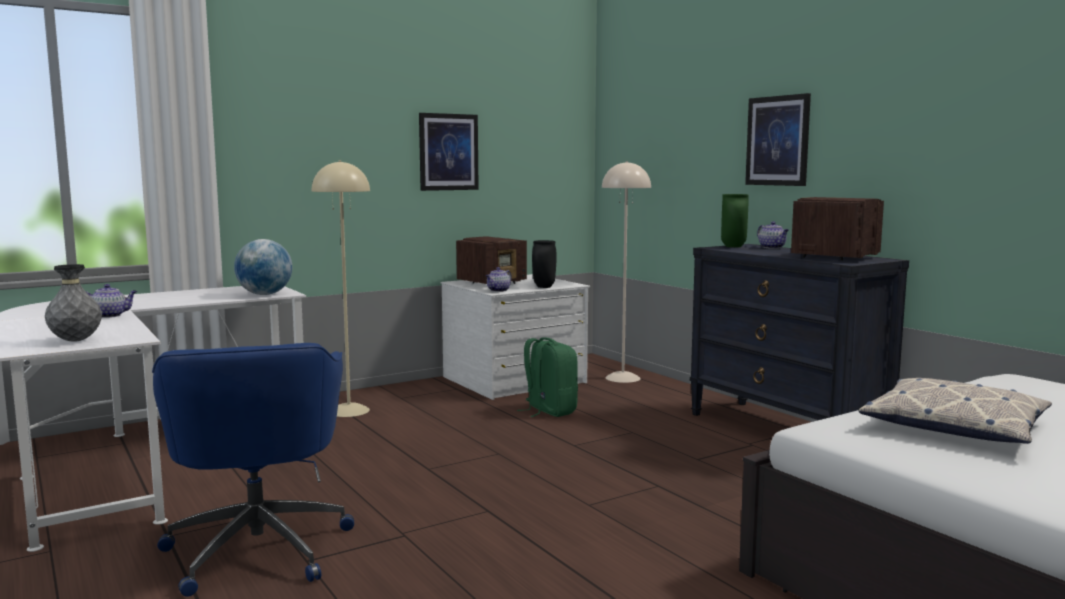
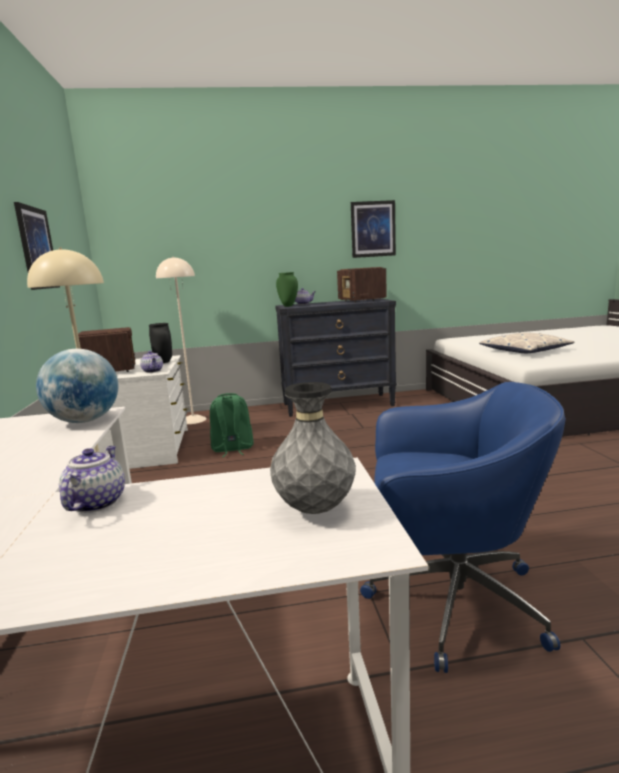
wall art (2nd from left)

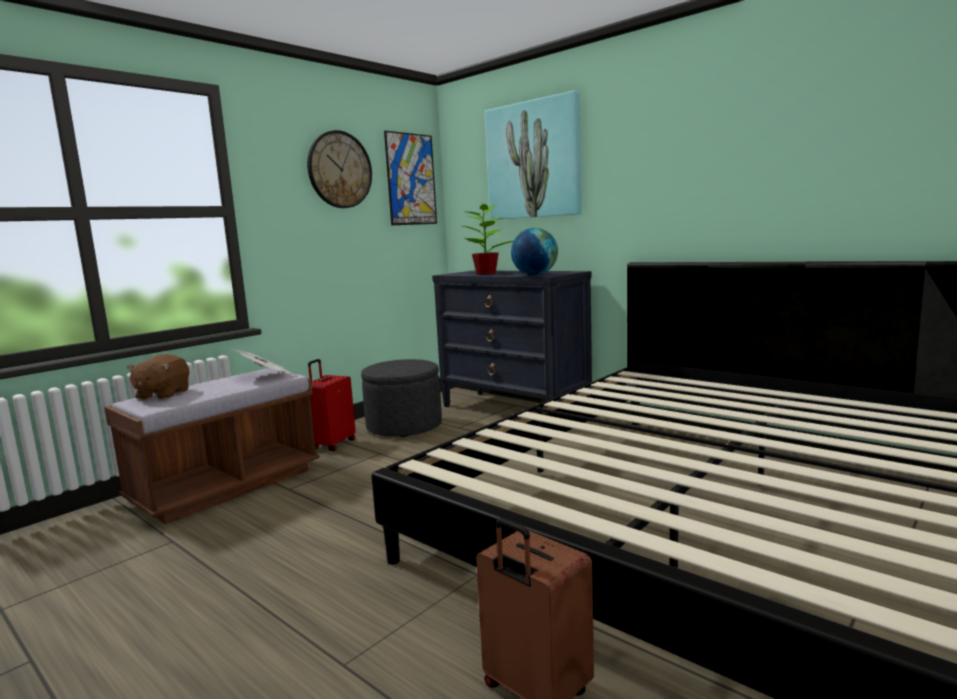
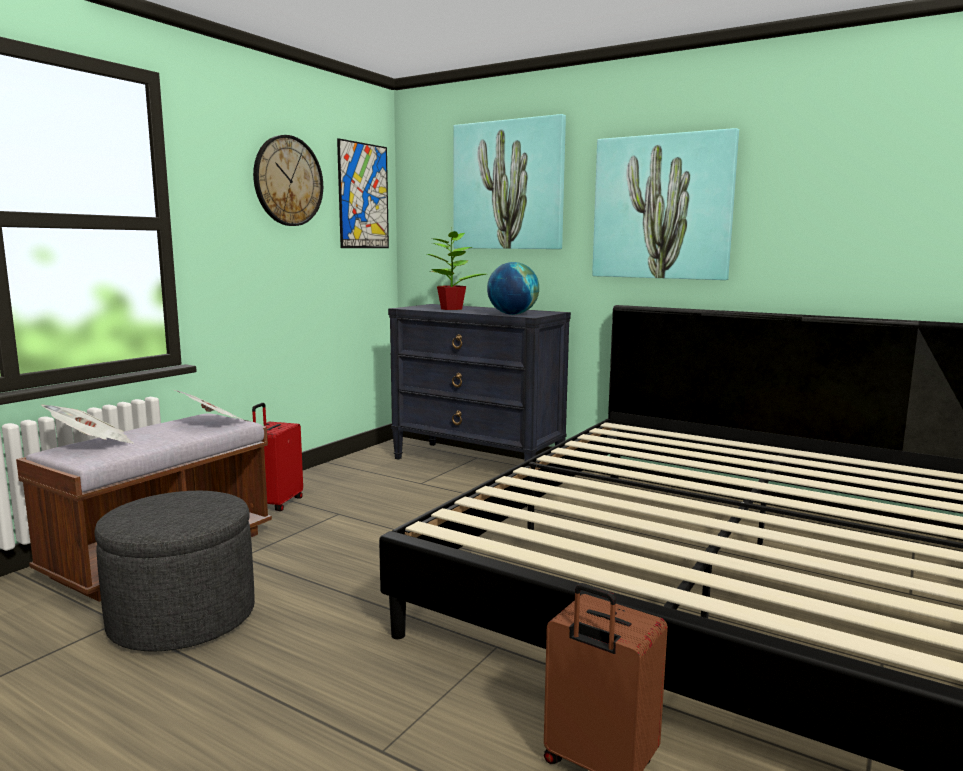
wall art (3rd from left); greyish ottoman; daily paper (1st from left)

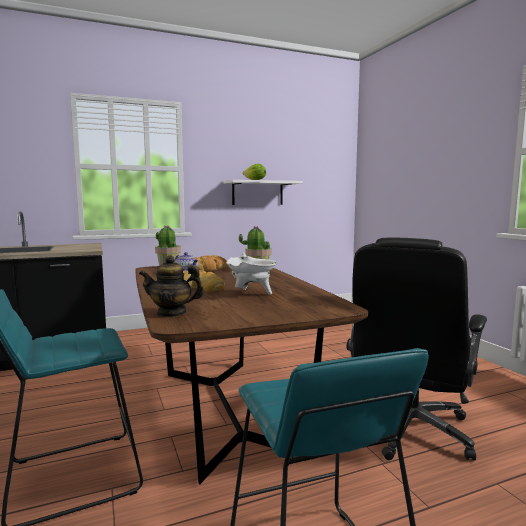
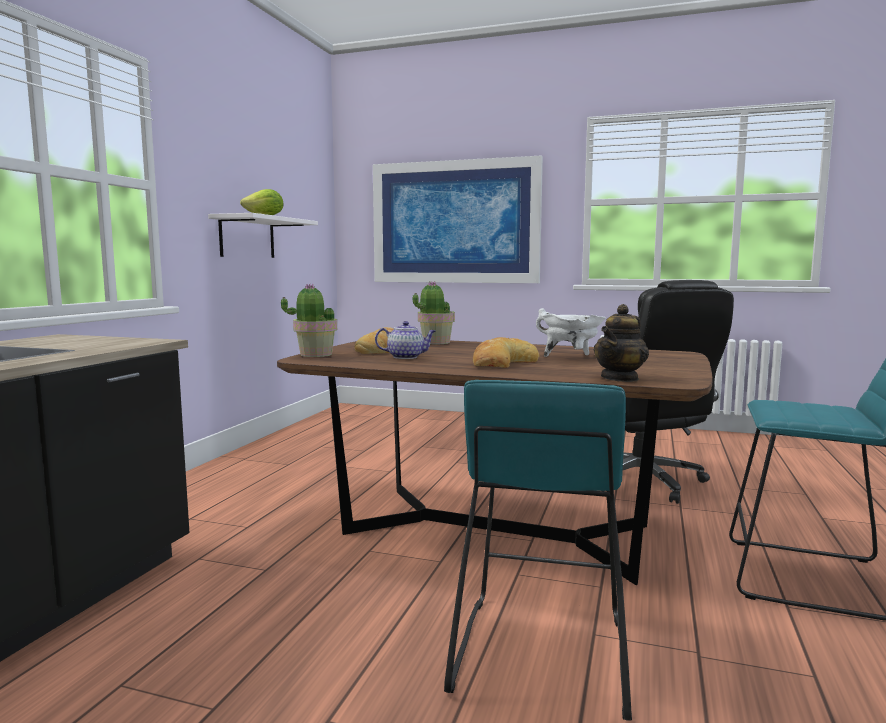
wall art

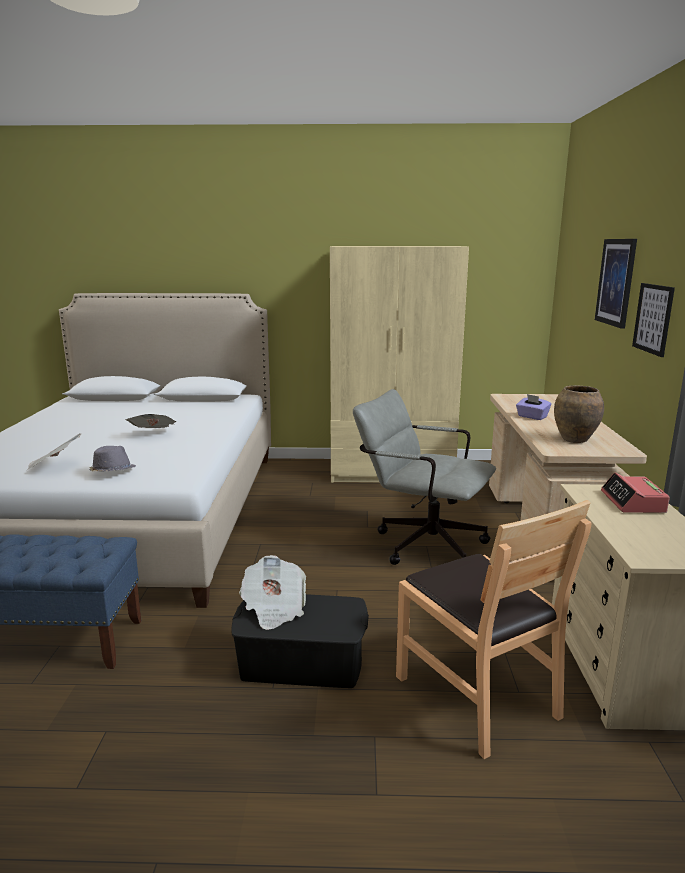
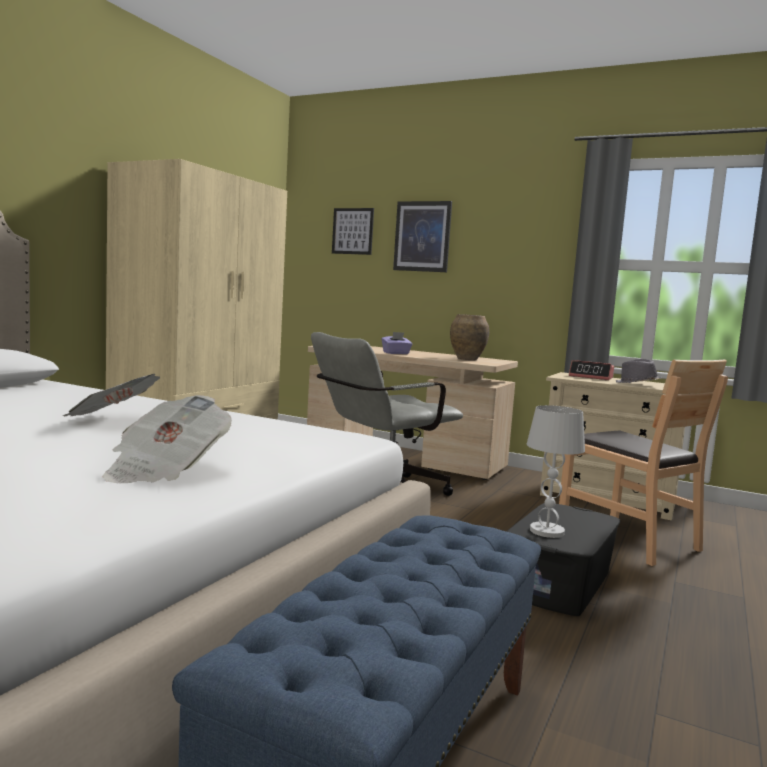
greyish clothing hat; wall art (1st from left); white lamp for a table; brown chair

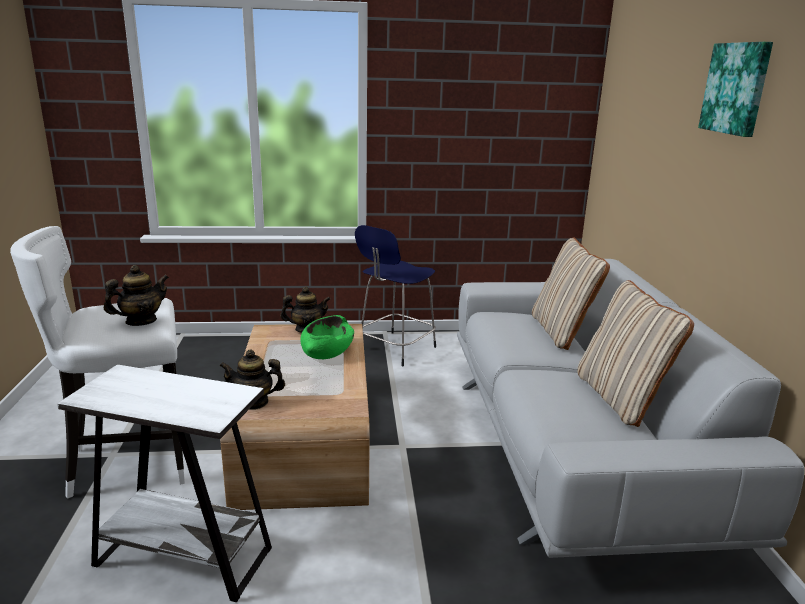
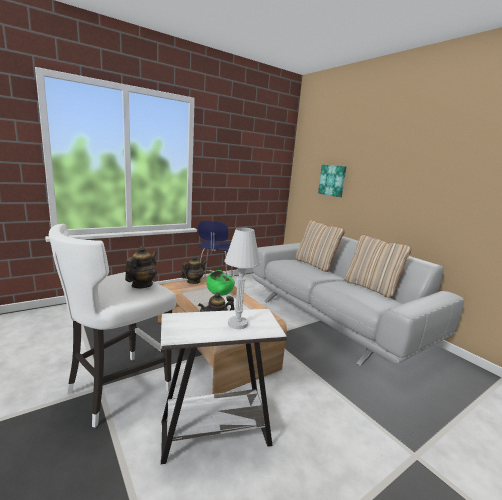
white lamp for a table; wall art

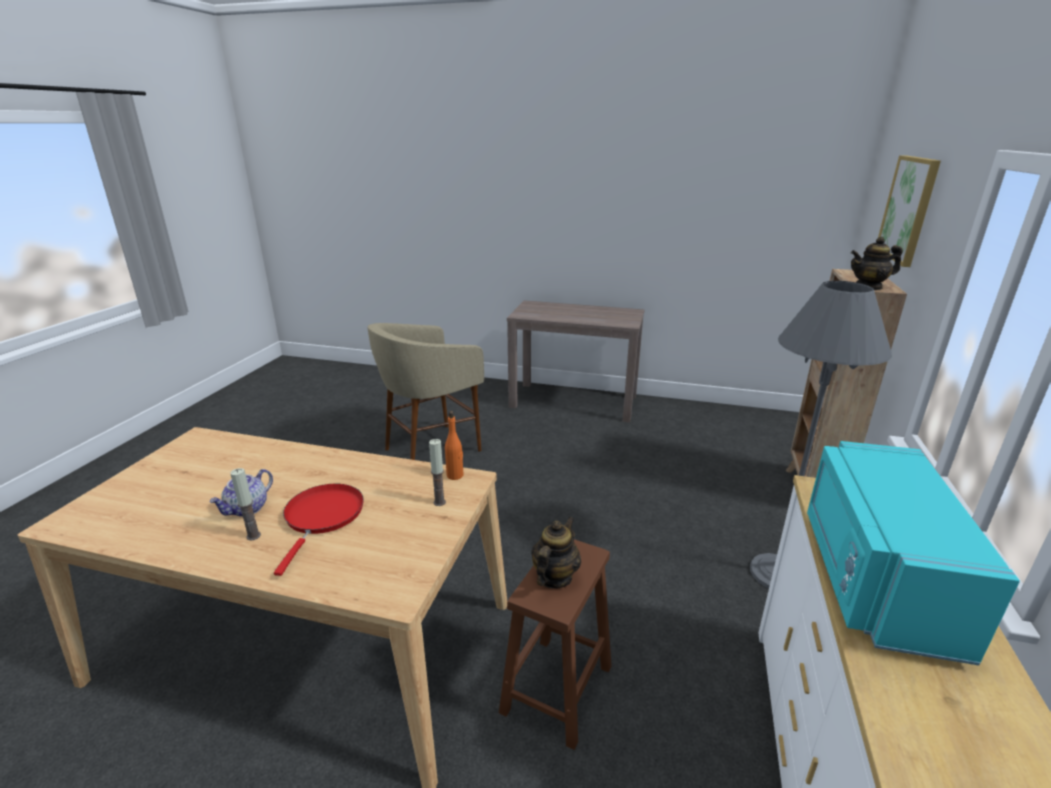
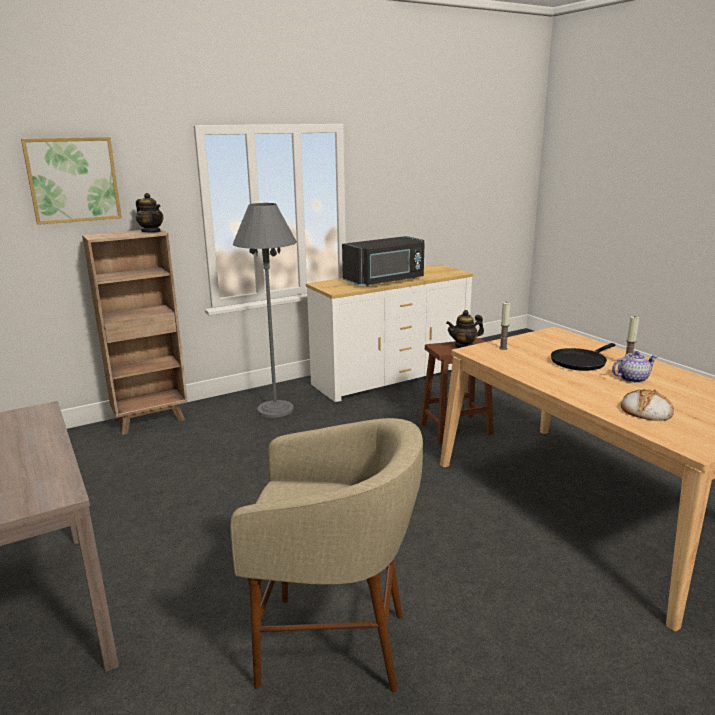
orangey bottle; bakery bread; black-coloured pan; black-coloured microwave

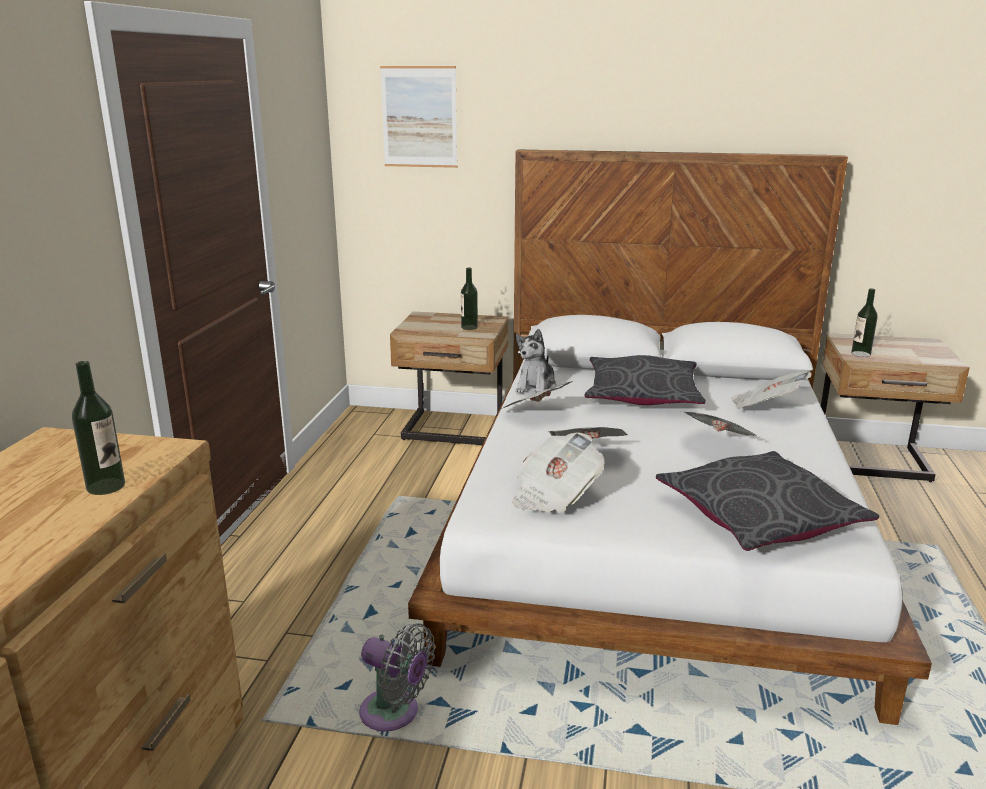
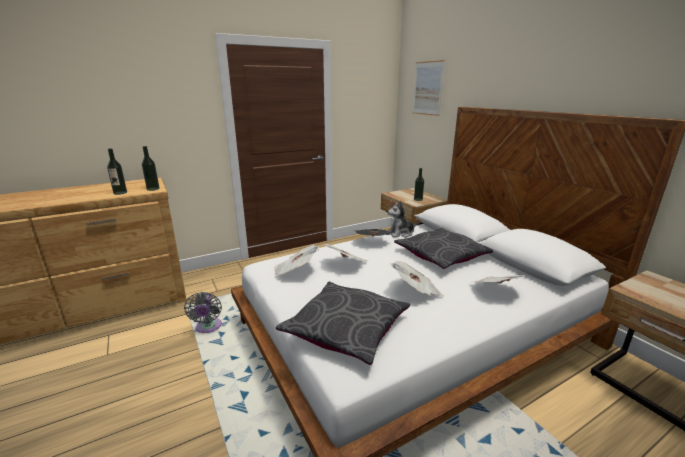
bottle (2nd from left)

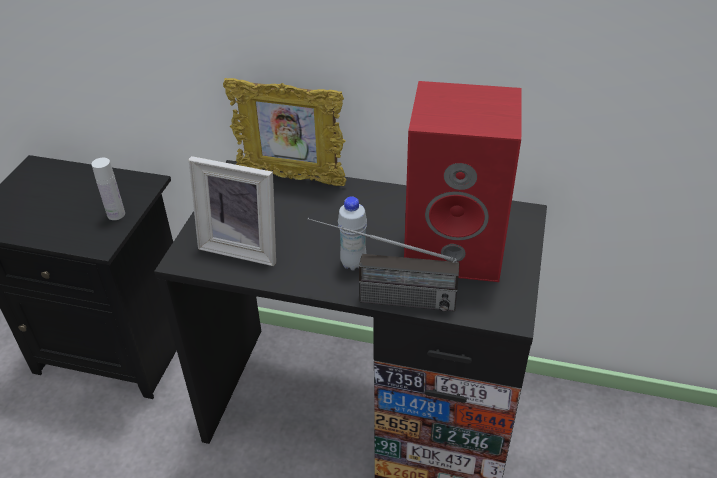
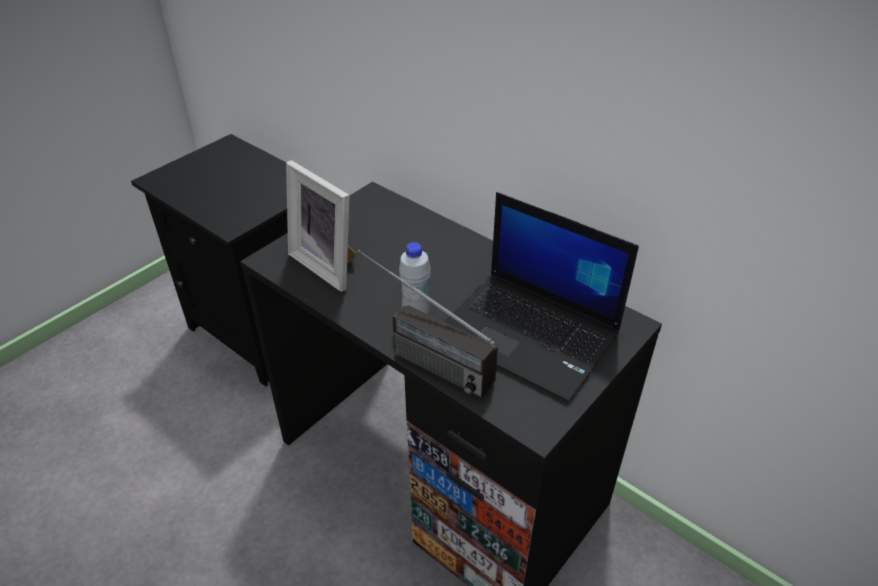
white bottle (1st from left in the first image); standing frame (2nd from left in the first image); notebook computer

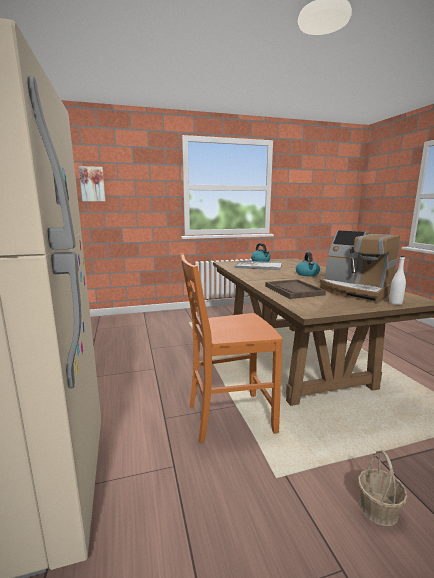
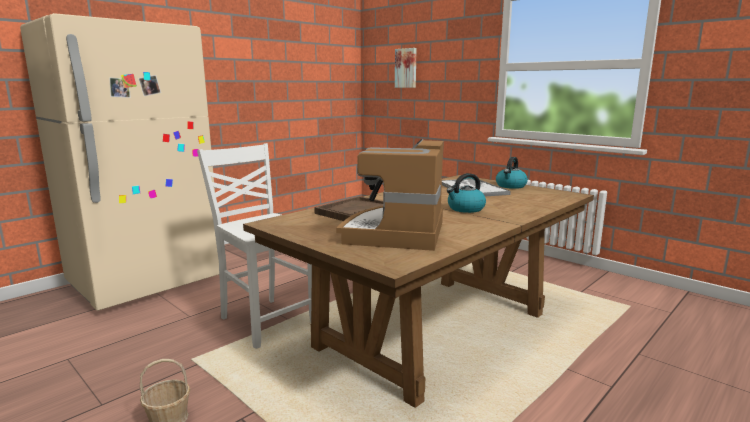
white bottle; white chair

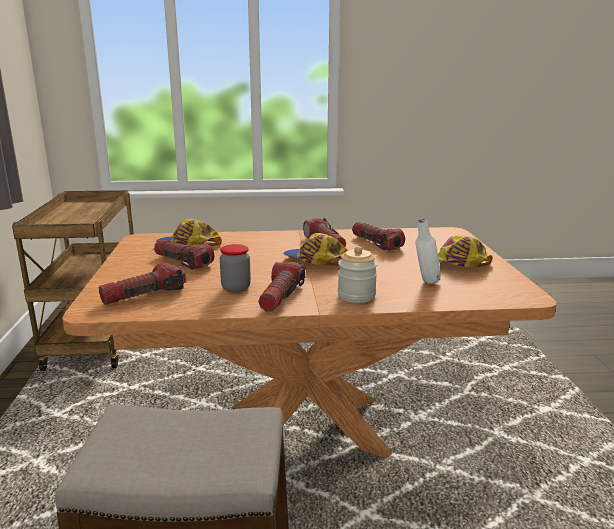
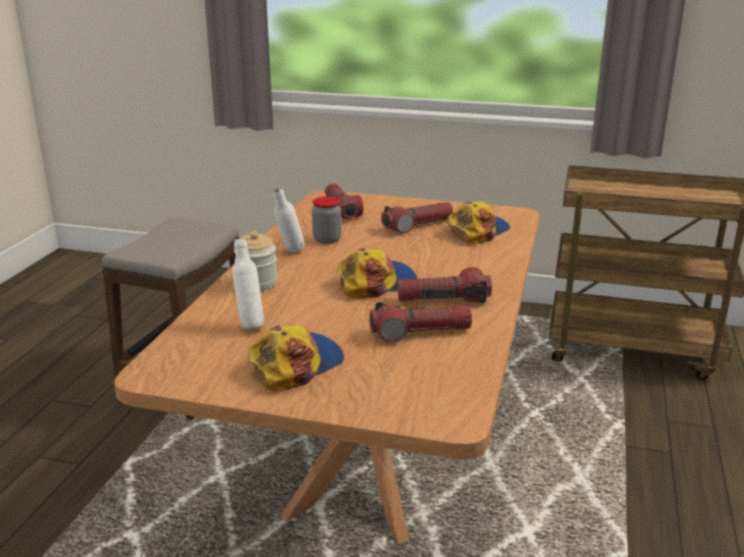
white bottle (2nd from left)

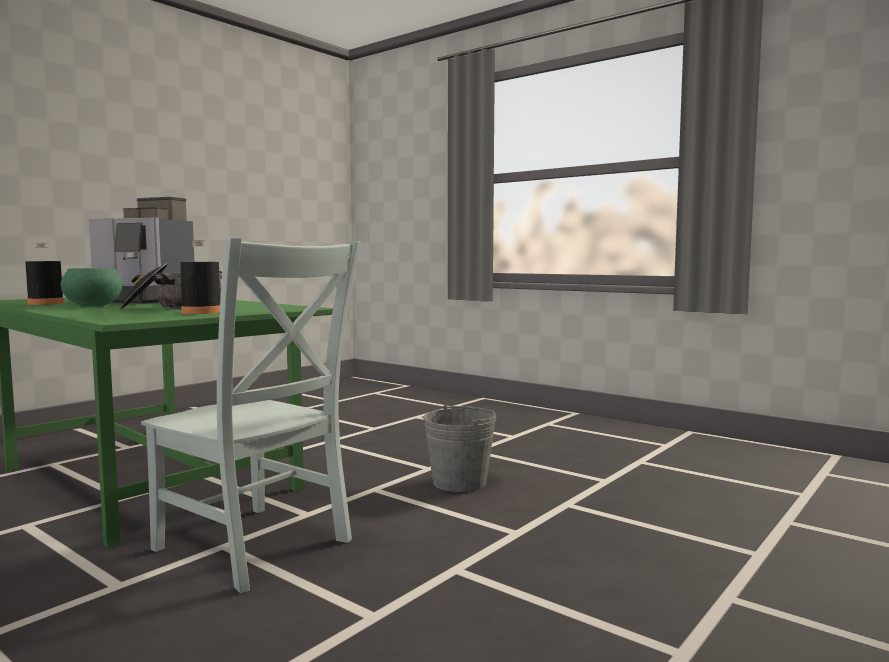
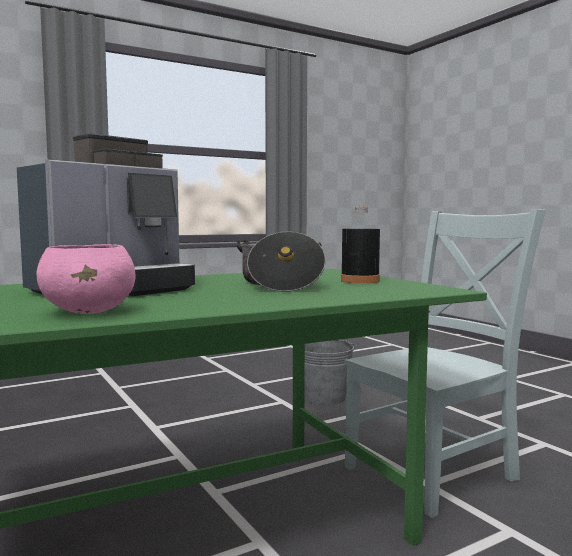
green deep dish; pink deep dish

